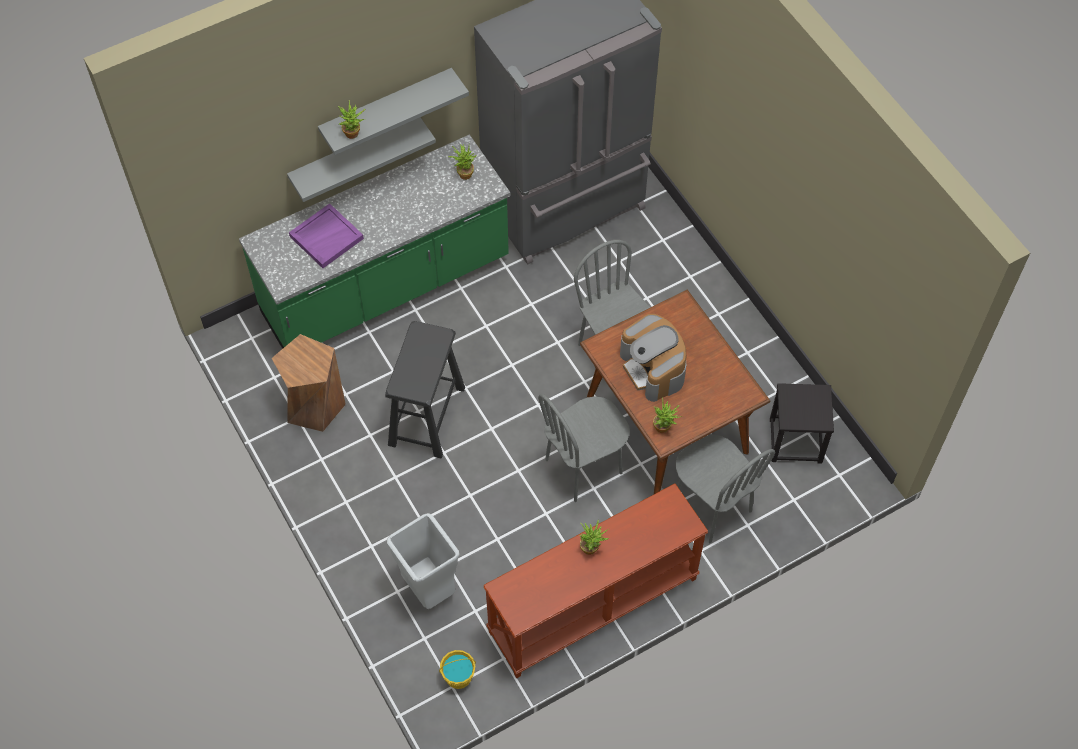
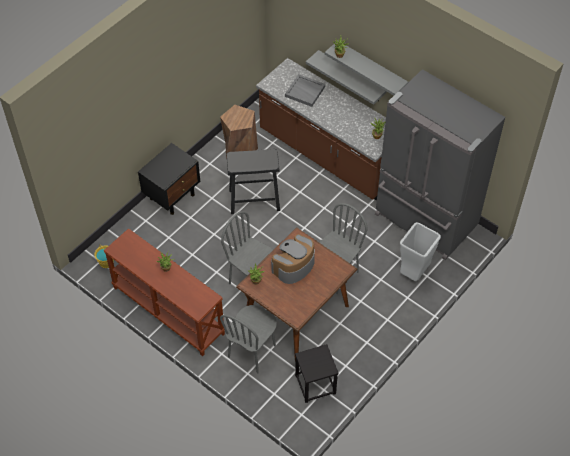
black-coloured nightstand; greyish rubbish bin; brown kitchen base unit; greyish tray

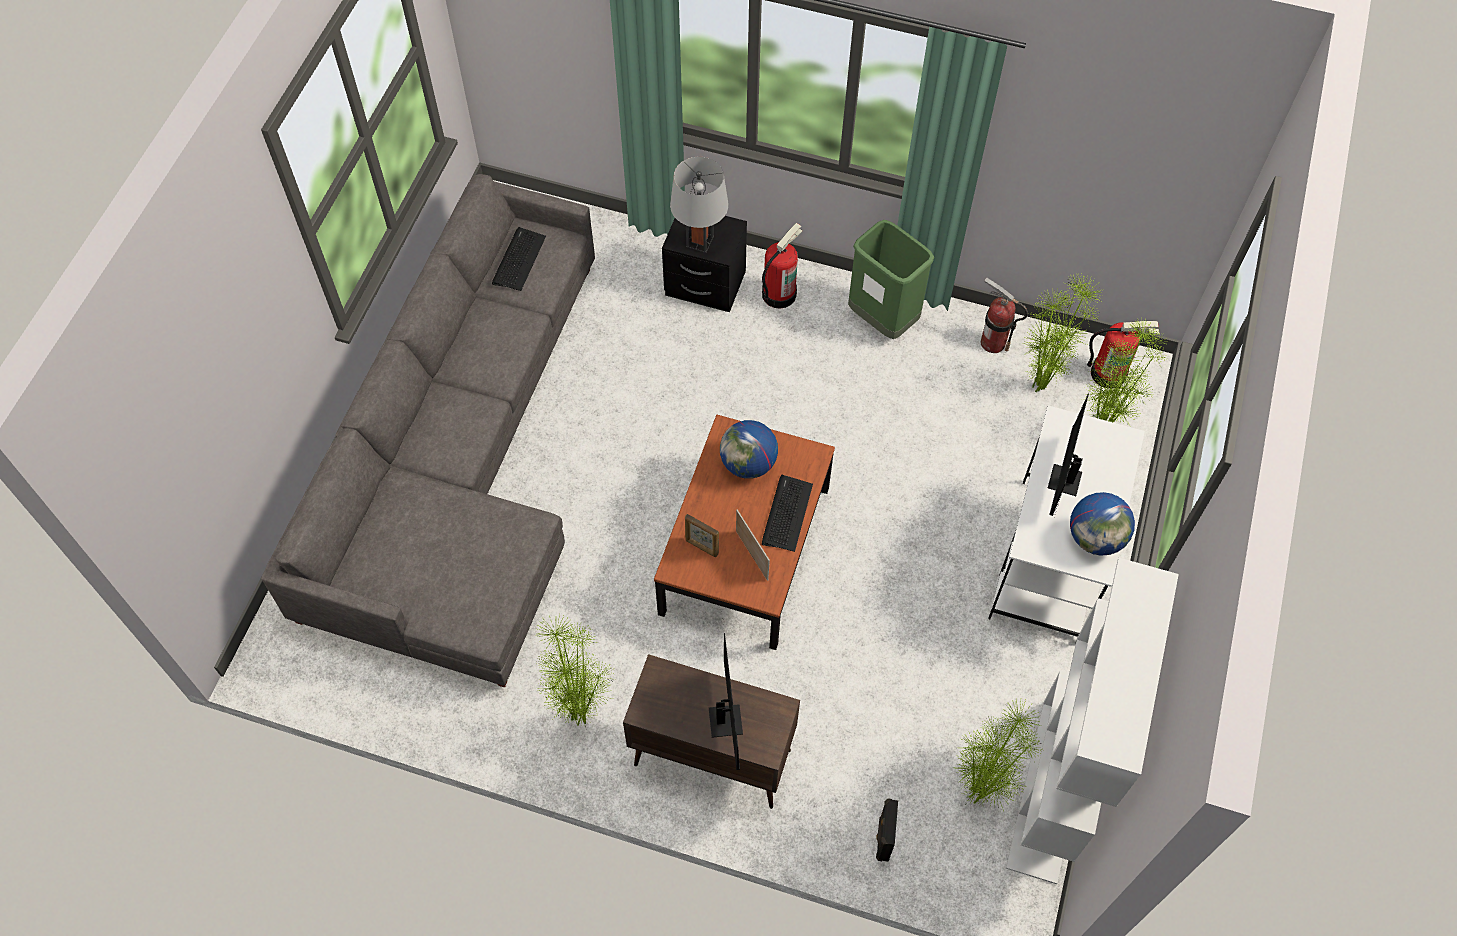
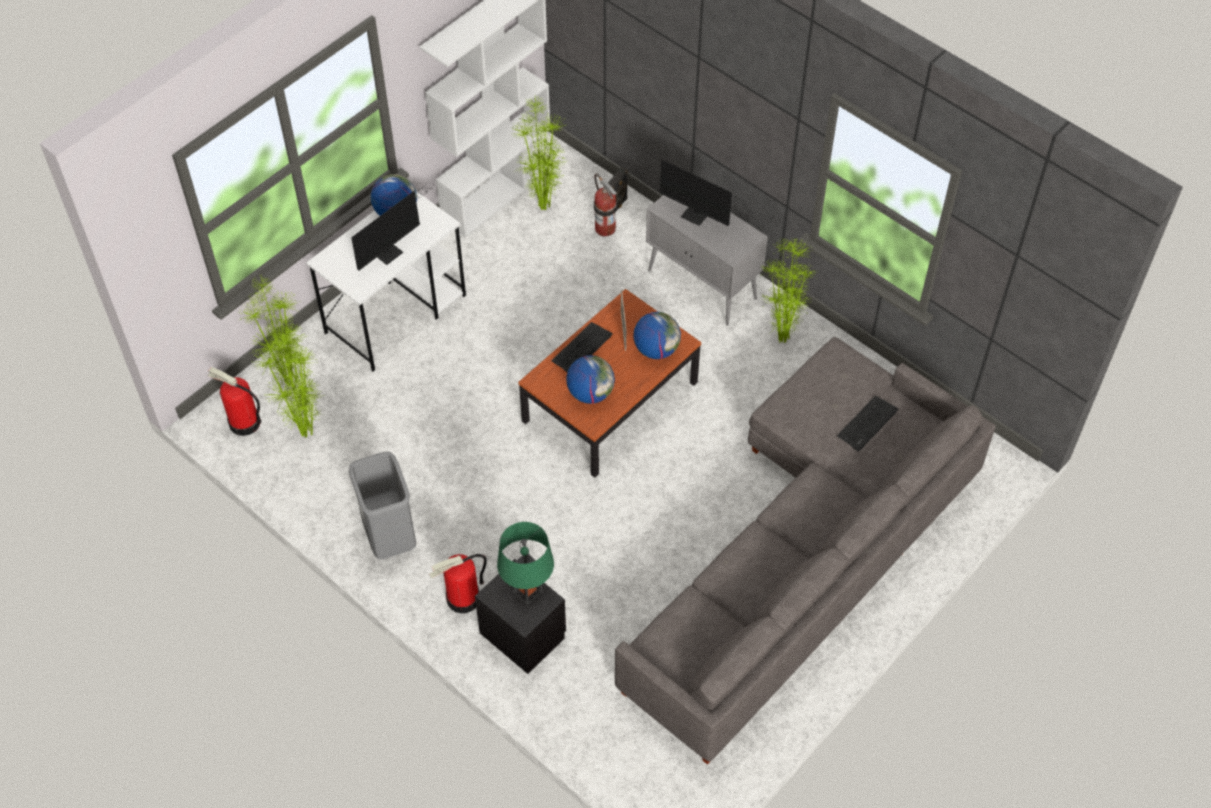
computer keyboard (2nd from left); extinguisher (3rd from left); world globe (3rd from left); greyish storage cabinet; green lamp for a table; greyish rubbish bin; monitor (2nd from left)

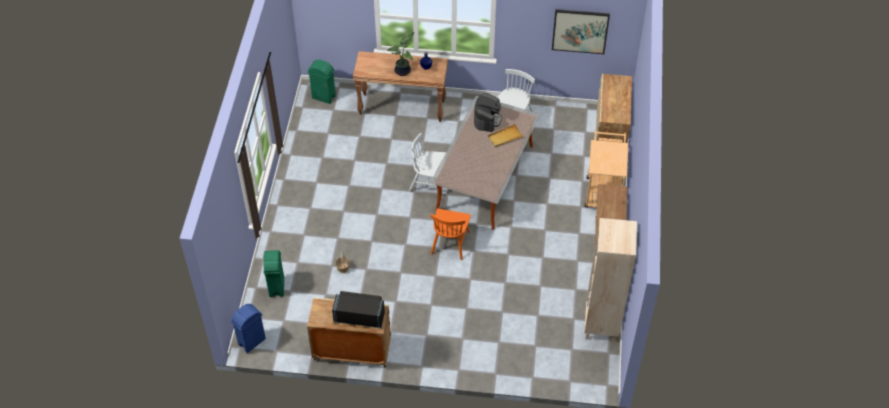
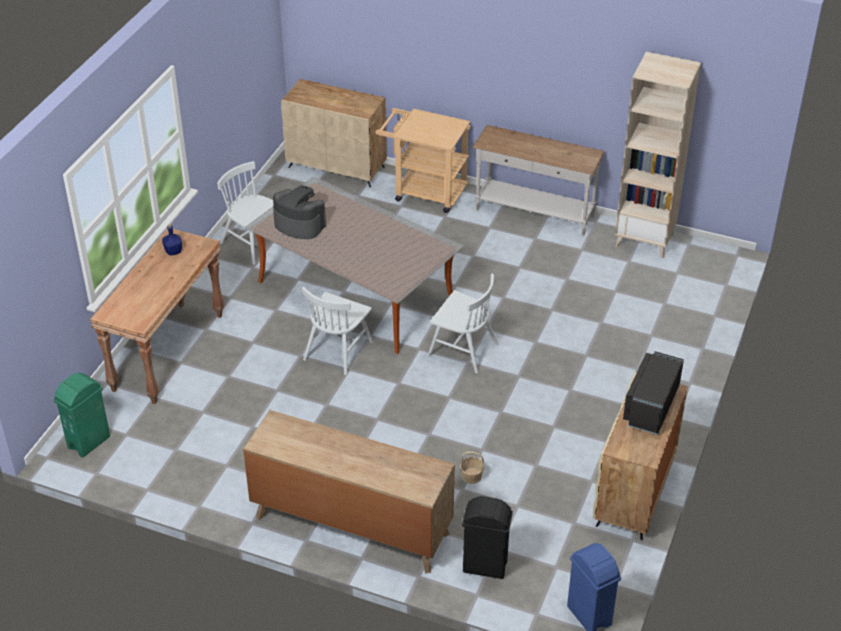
potted plant; beige tray; wall art; brown drawer chest; black-coloured rubbish bin; white chair (3rd from left)

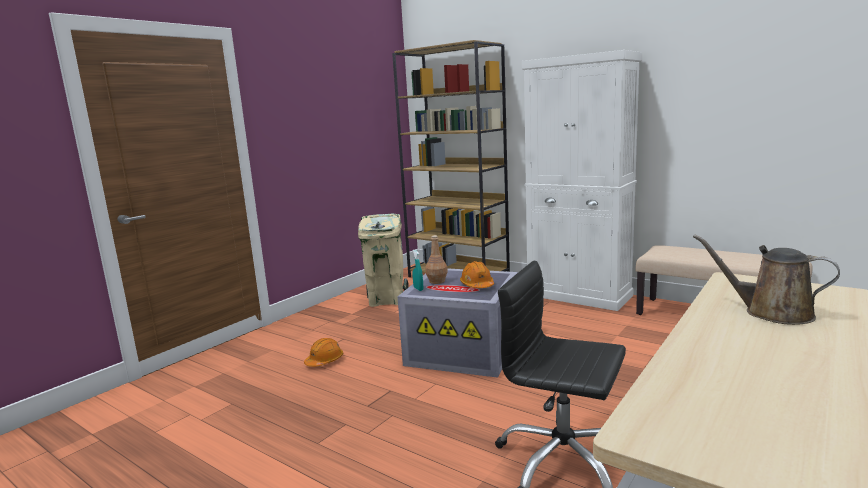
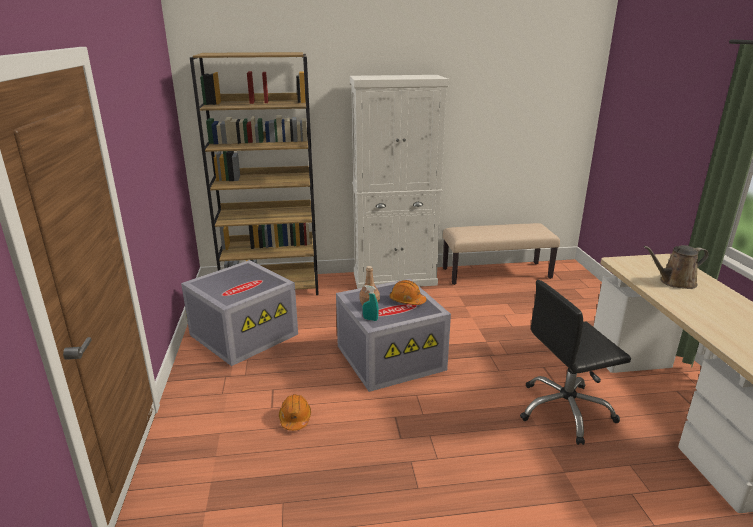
greyish storage box (1st from left)

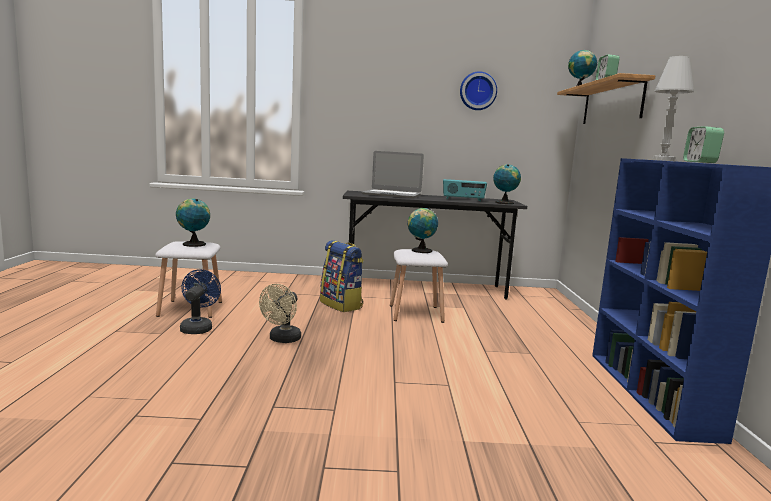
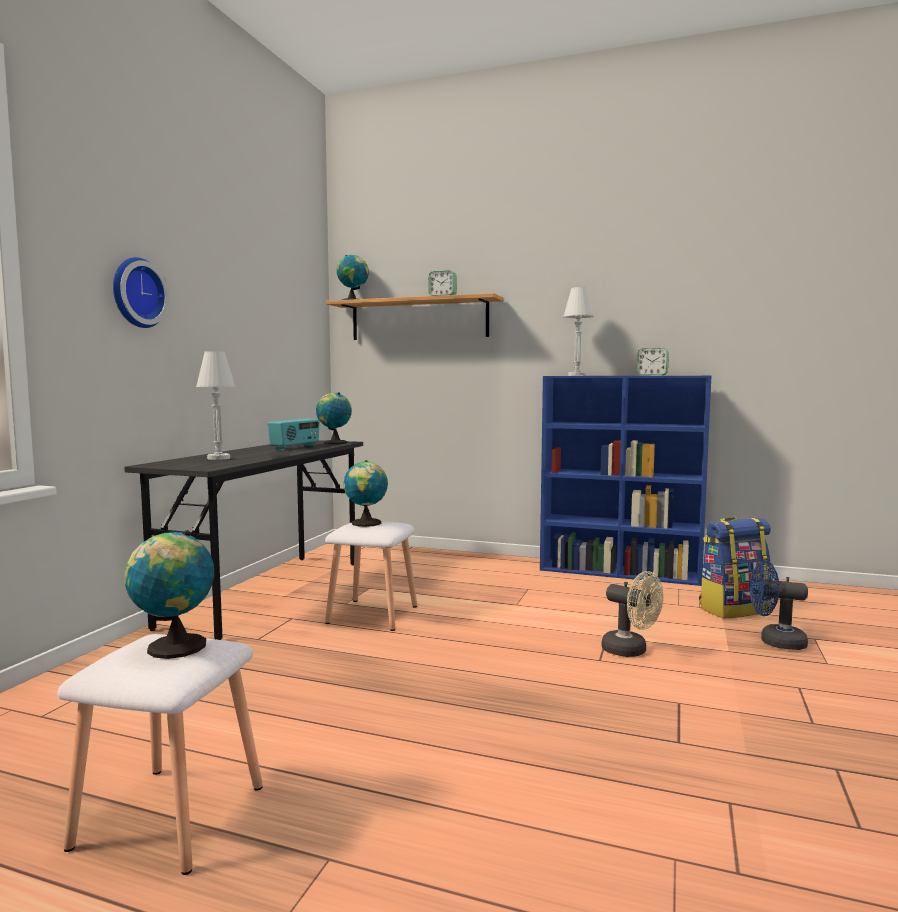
bluish electric fan; beige electric fan; backpack; hanging clock; white lamp for a table (1st from left)

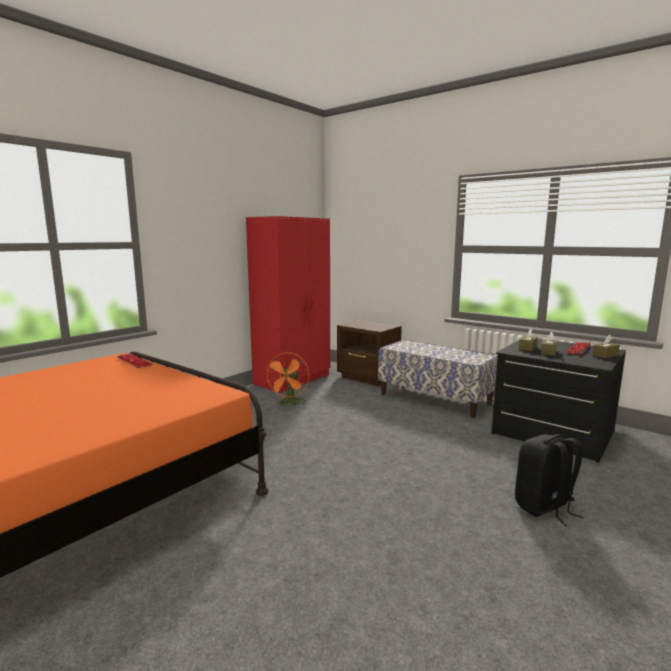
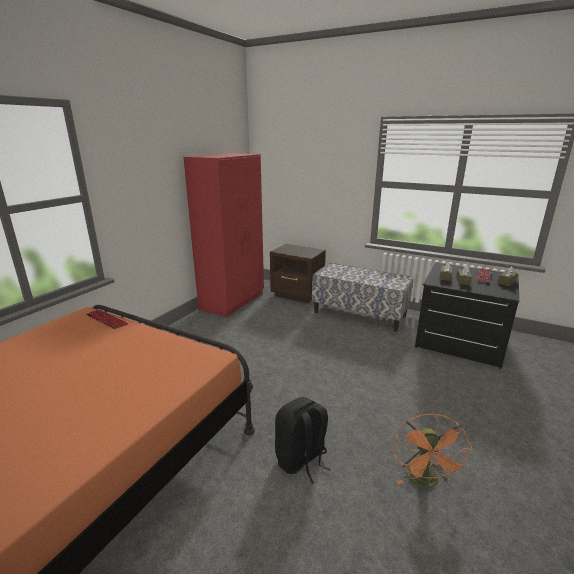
orangey electric fan; black-coloured backpack

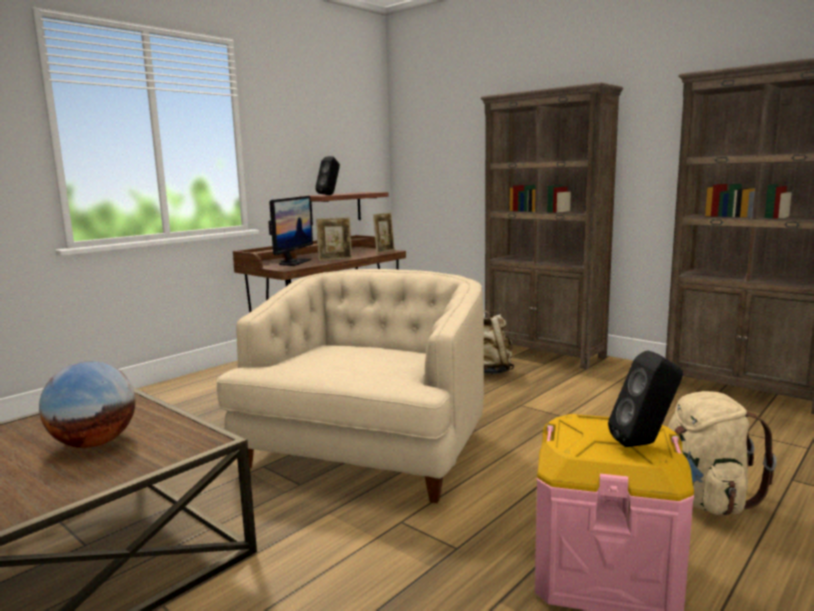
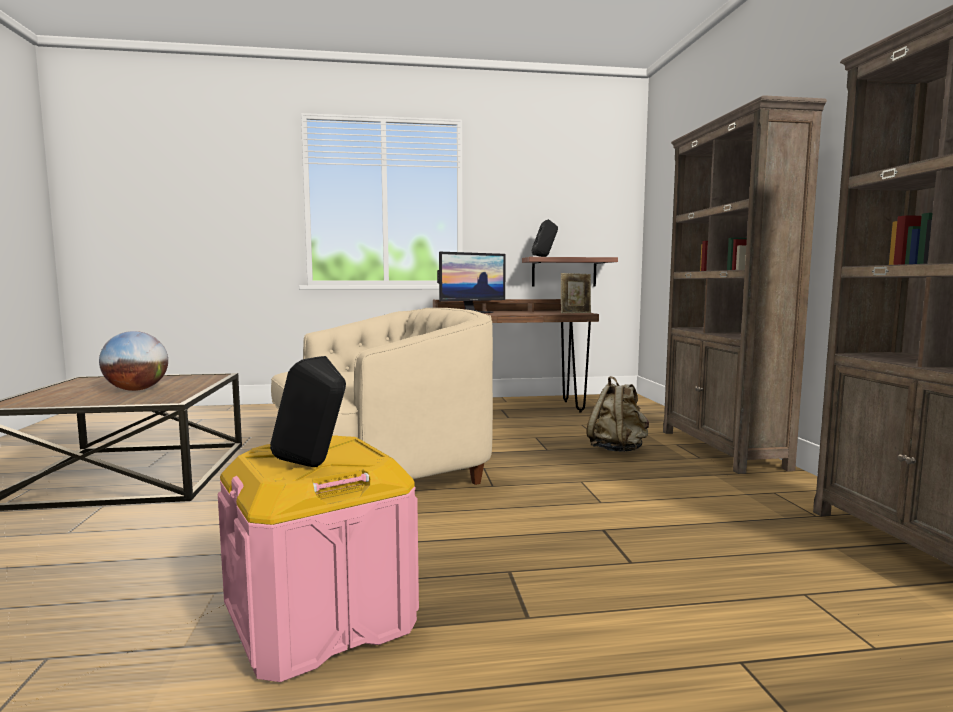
standing frame (1st from left in the first image); beige backpack (2nd from left in the first image)

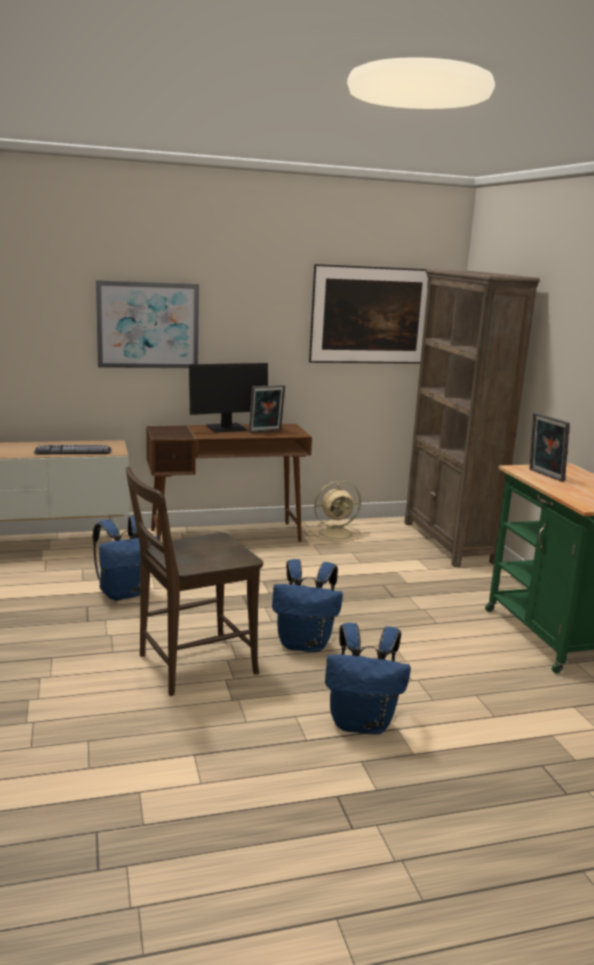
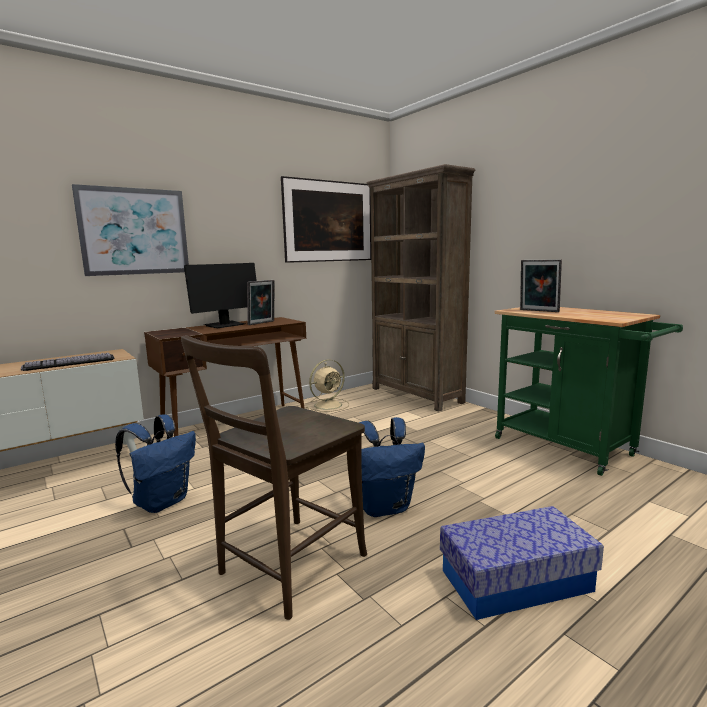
storage box

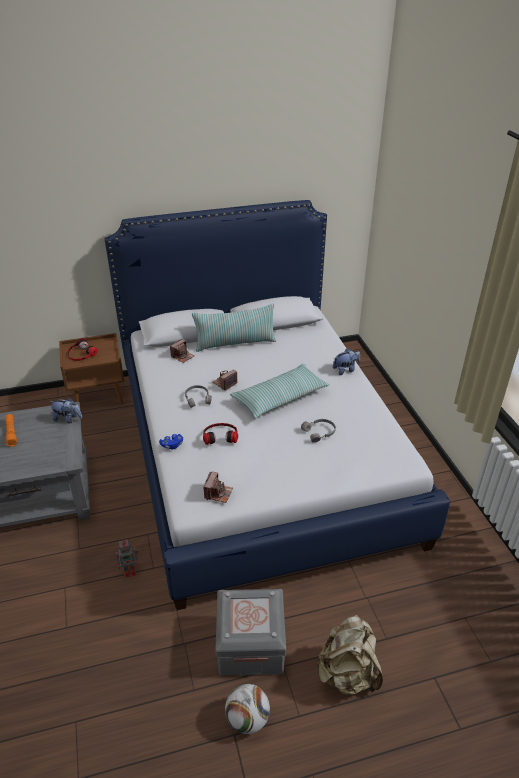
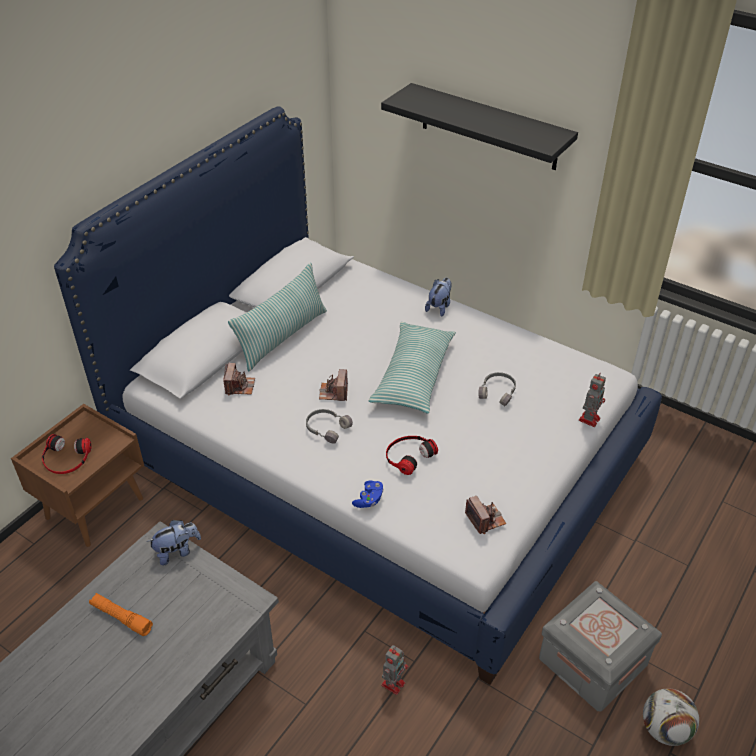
beige backpack; black-coloured shelf; robot figure (2nd from left)

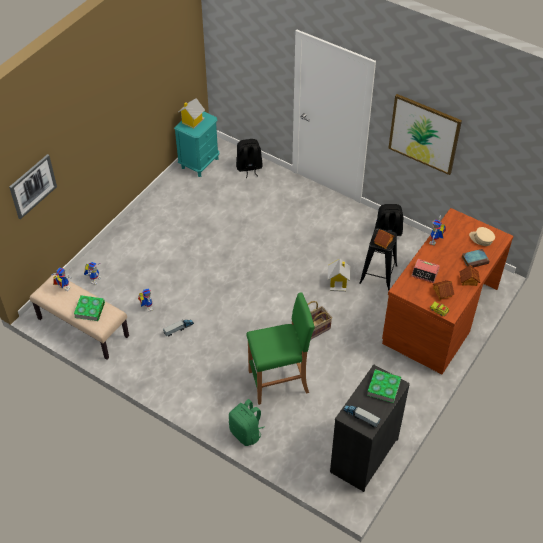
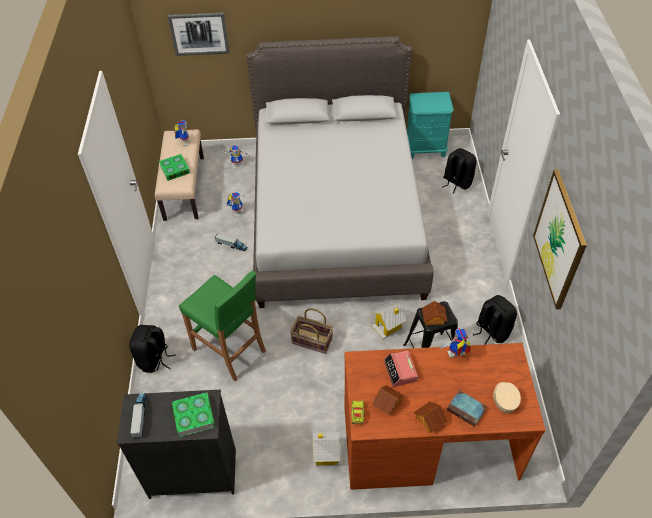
greyish bedroom bed; model house (1st from left); black-coloured backpack (1st from left)

